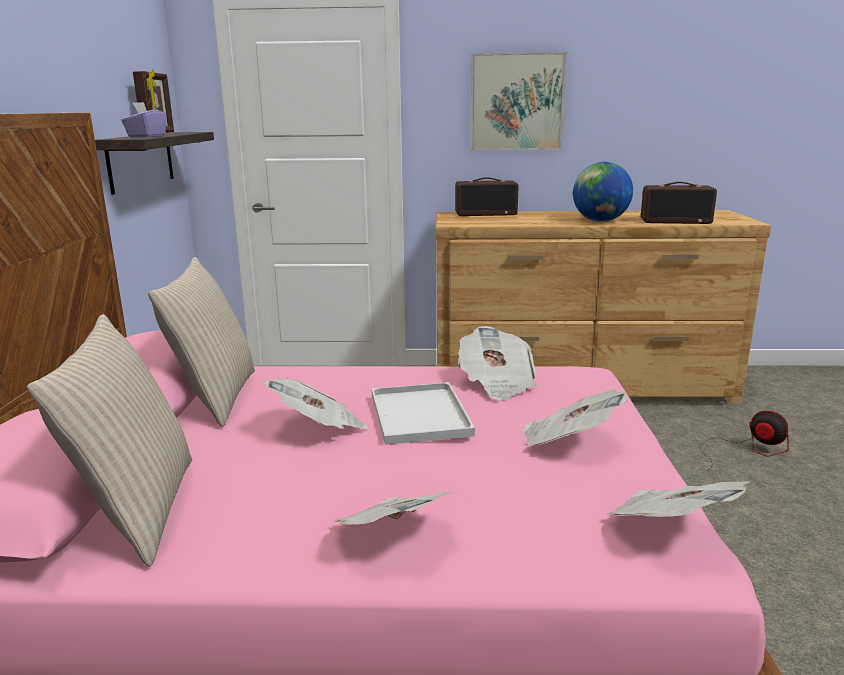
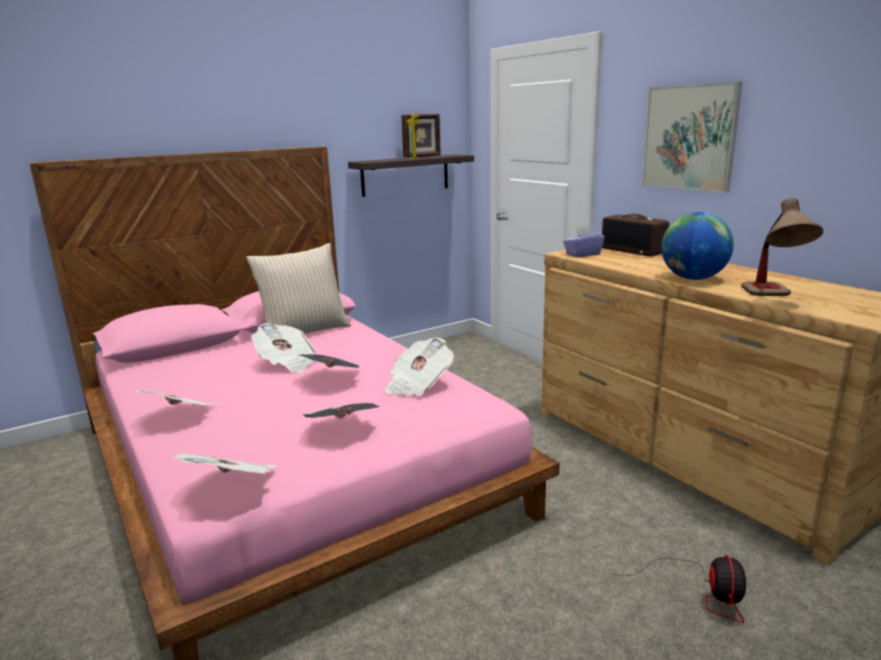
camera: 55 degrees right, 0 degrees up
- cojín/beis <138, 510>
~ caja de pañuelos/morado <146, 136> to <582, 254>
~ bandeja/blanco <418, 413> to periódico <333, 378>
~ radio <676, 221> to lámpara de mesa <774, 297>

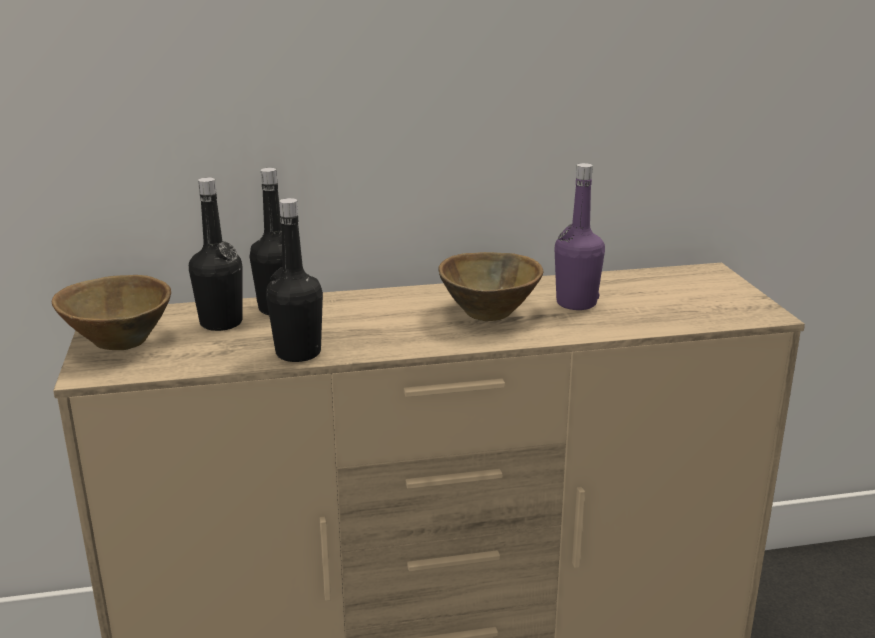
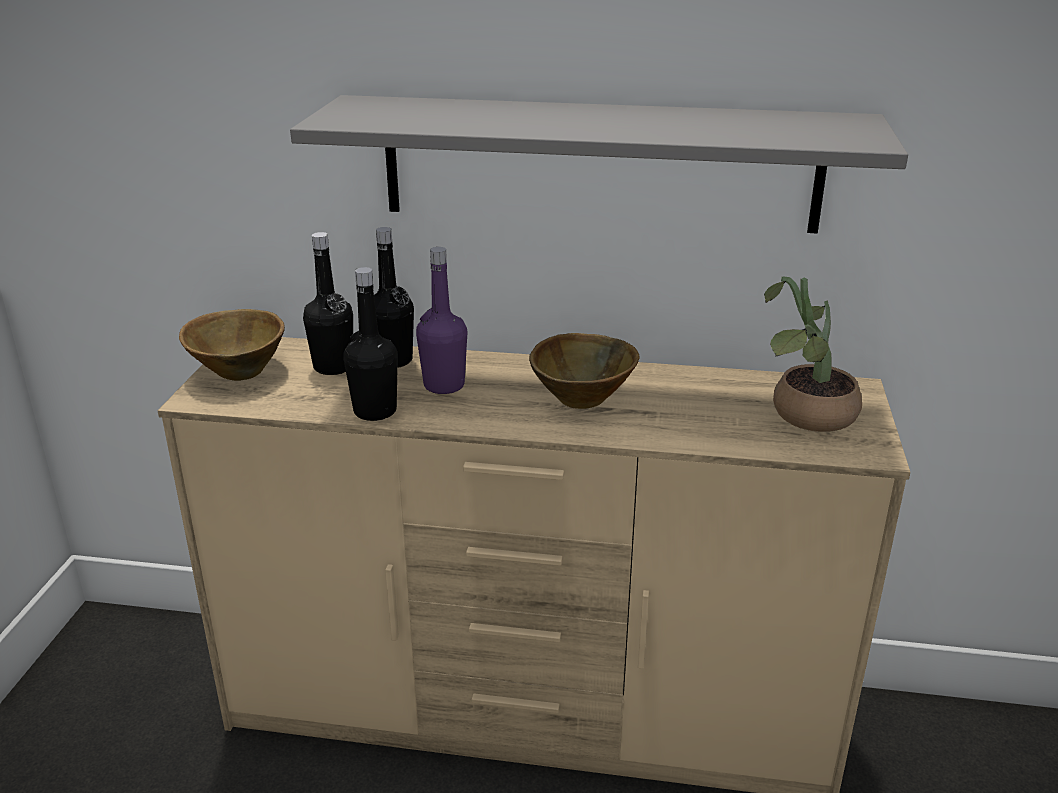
camera: 20 degrees right, 5 degrees up
+ estante/gris <599, 164>
+ planta en maceta <804, 415>
~ botella/morado <576, 303> to <444, 385>

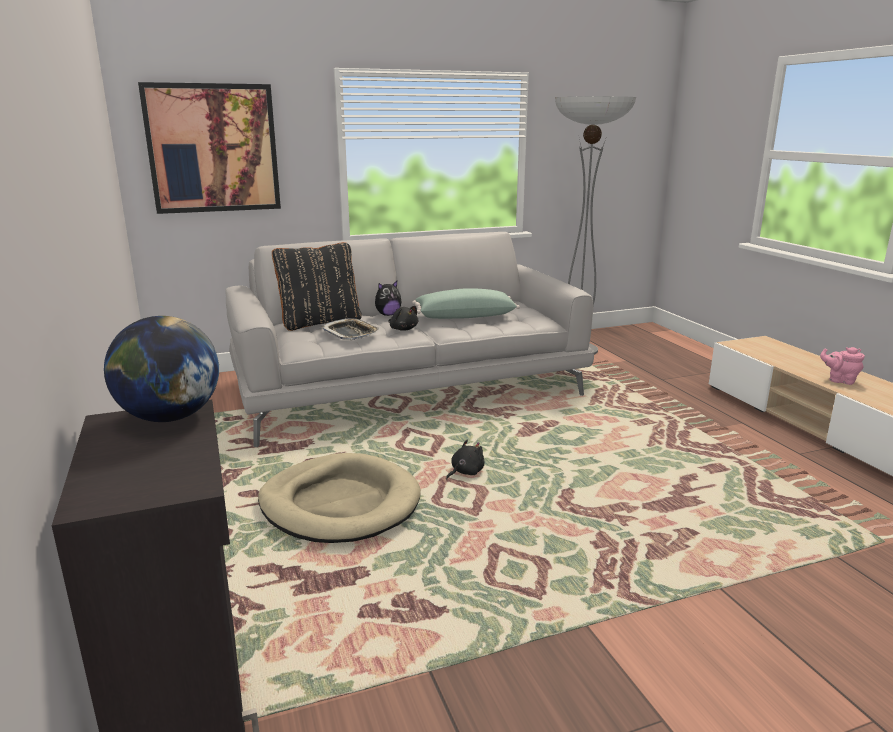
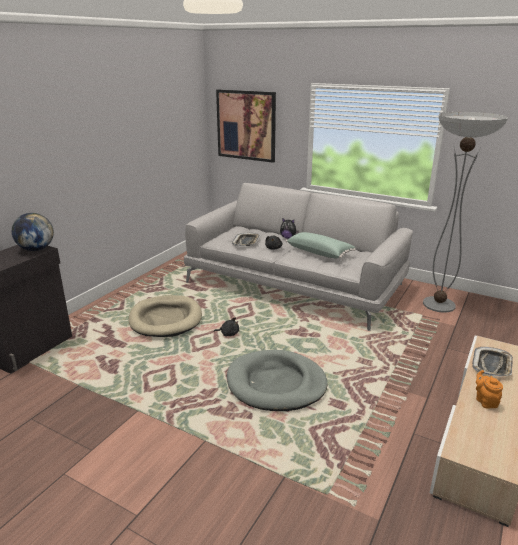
camera: 50 degrees right, 5 degrees up
- cojín/negro <320, 322>
+ cama para perro/gris <276, 384>
+ bandeja <492, 365>
~ tetera/rosa <839, 380> to tetera/naranja <485, 401>

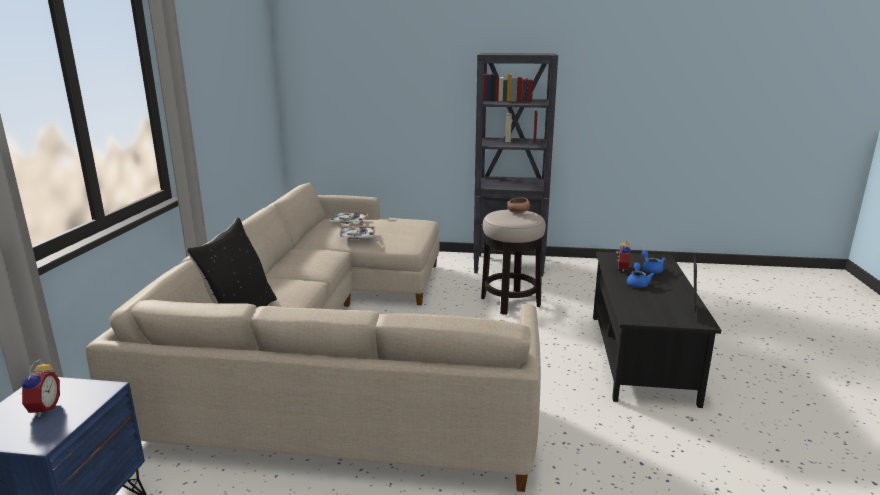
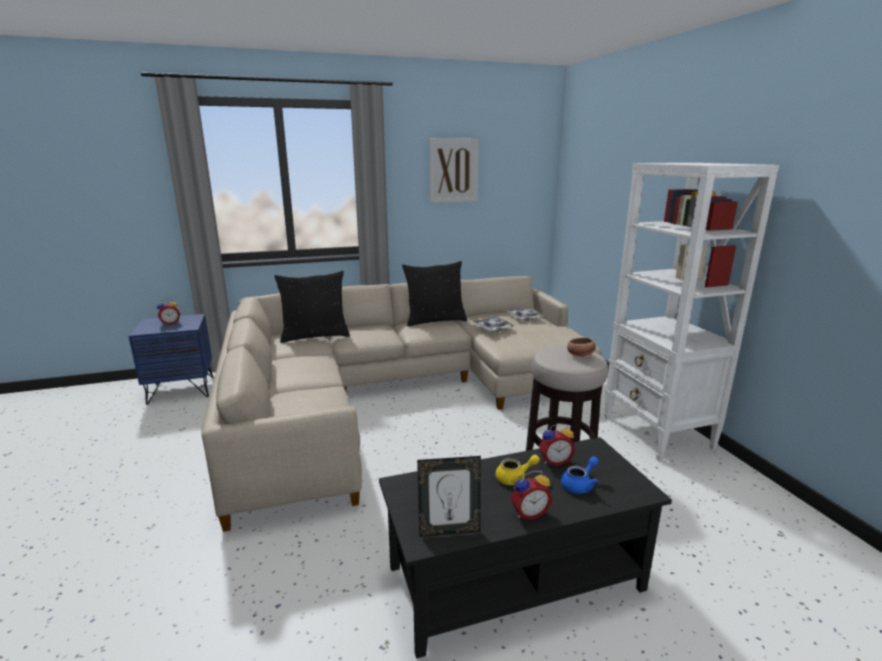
camera: 65 degrees right, 0 degrees up
+ cojín/negro <435, 320>
+ cuadro <453, 170>
+ despertador <528, 512>
~ estantería/negro <510, 265> to estantería/blanco <657, 433>
~ tetera/azul <637, 283> to tetera/amarillo <515, 478>

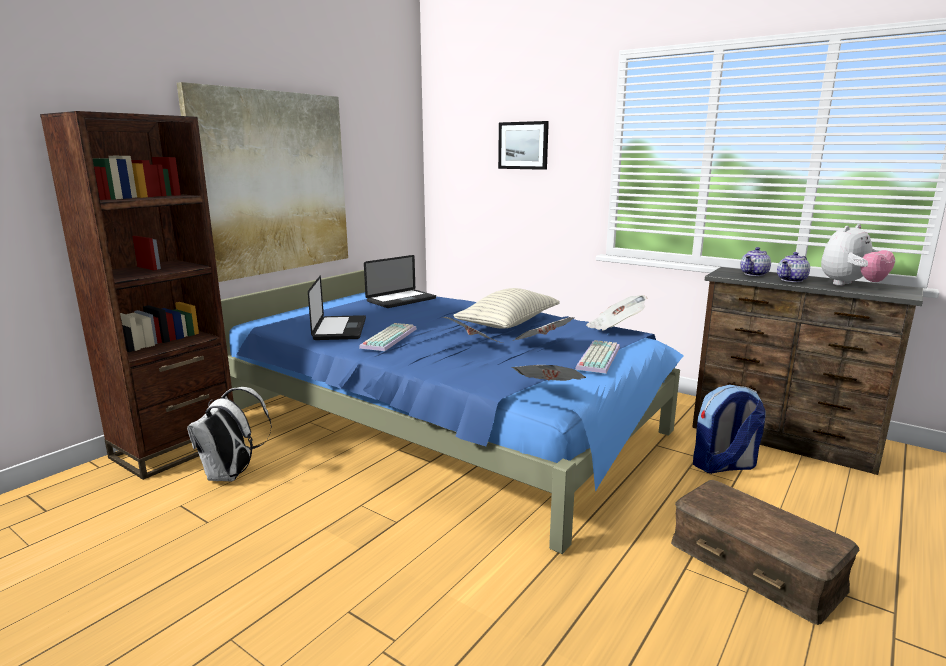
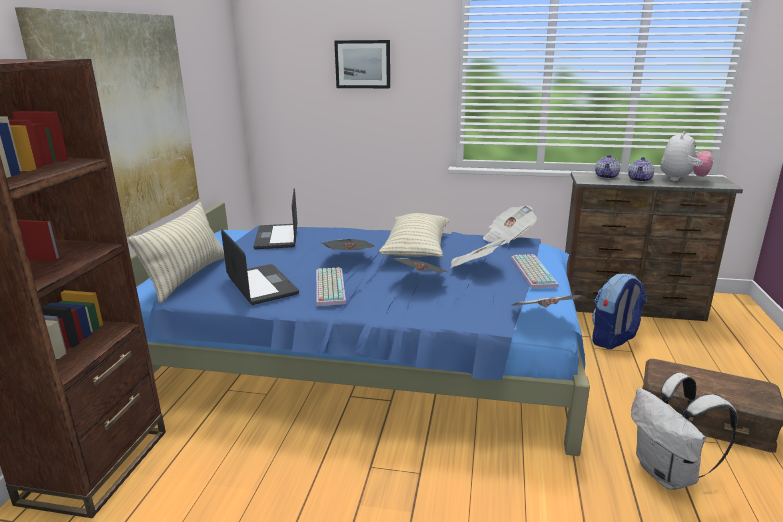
camera: 25 degrees left, 5 degrees up
+ cojín <188, 277>
+ periódico <349, 259>
~ mochila/blanco <232, 475> to <668, 474>
~ portátil <401, 300> = <277, 237> 150 degrees clockwise

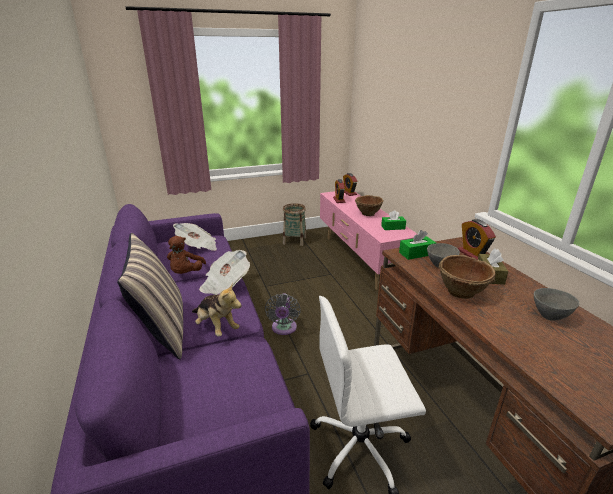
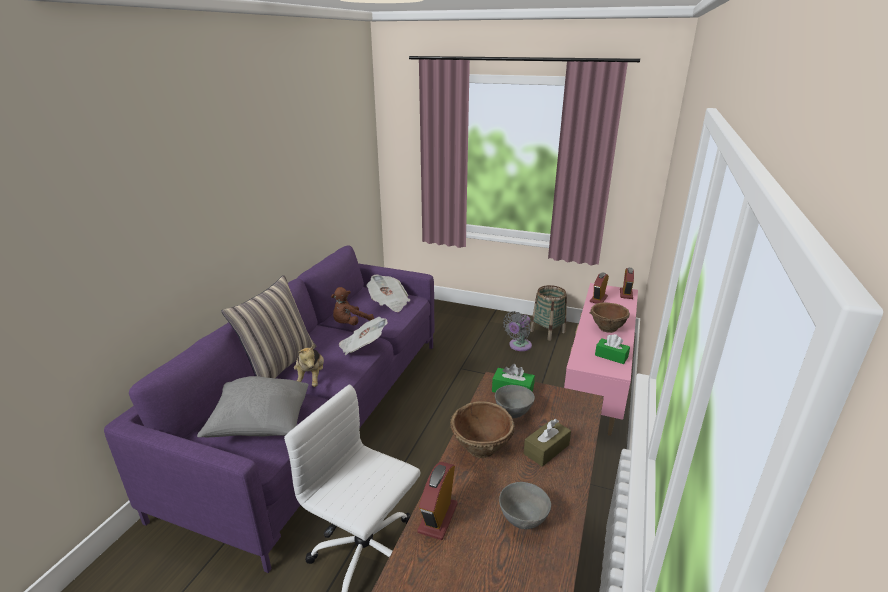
camera: 40 degrees right, 0 degrees up
+ cojín/gris <260, 425>
~ ventilador/gris <284, 329> to <518, 346>
~ despertador <472, 254> to <438, 518>

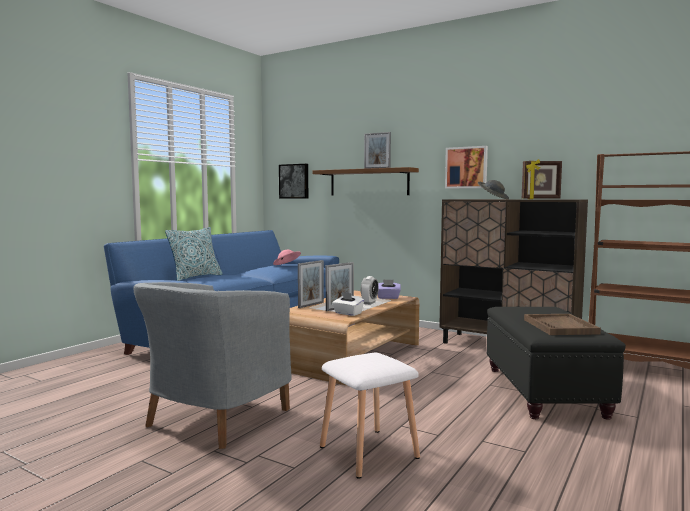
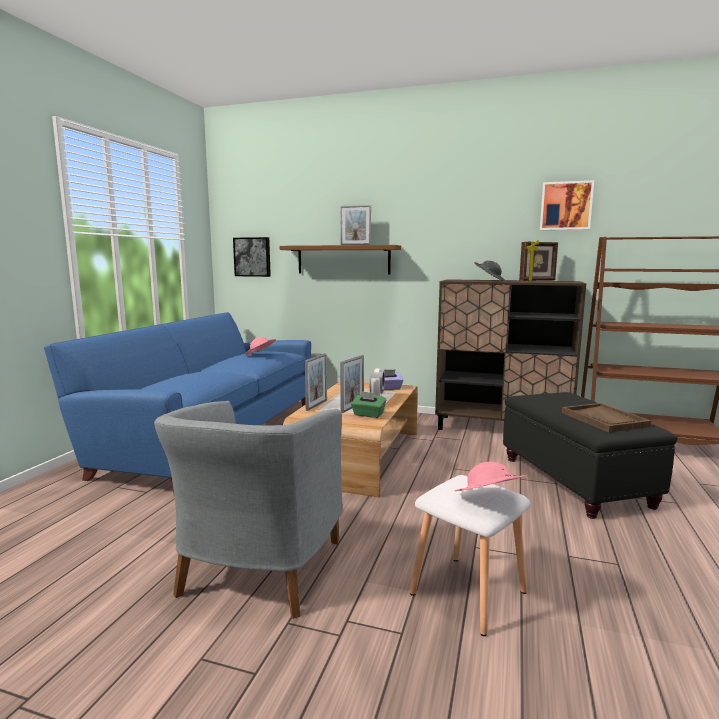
camera: 15 degrees left, 5 degrees up
- cojín <195, 277>
+ sombrero/rosa <489, 500>
~ cuadro <466, 167> to <565, 206>
~ caja de pañuelos/blanco <348, 313> to caja de pañuelos/verde <368, 415>

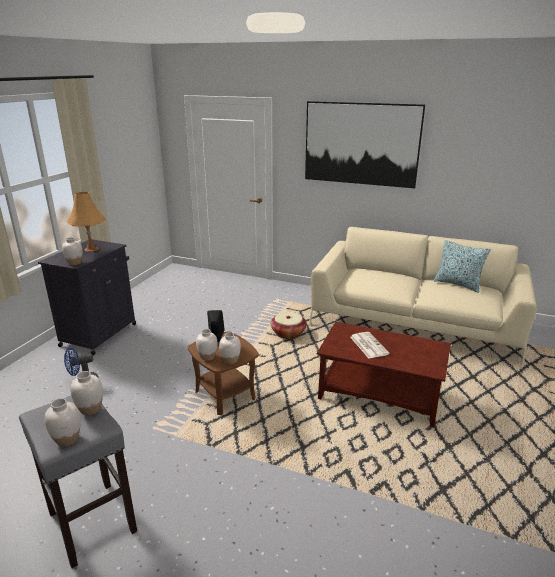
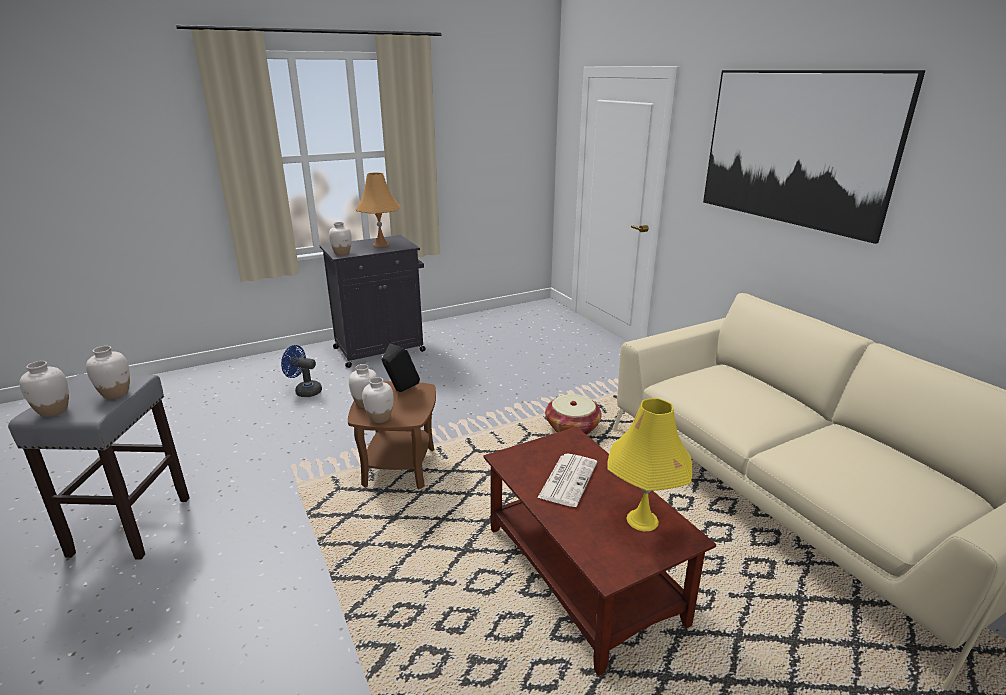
camera: 40 degrees right, 0 degrees up
- cojín <457, 284>
+ lámpara de mesa/amarillo <642, 520>

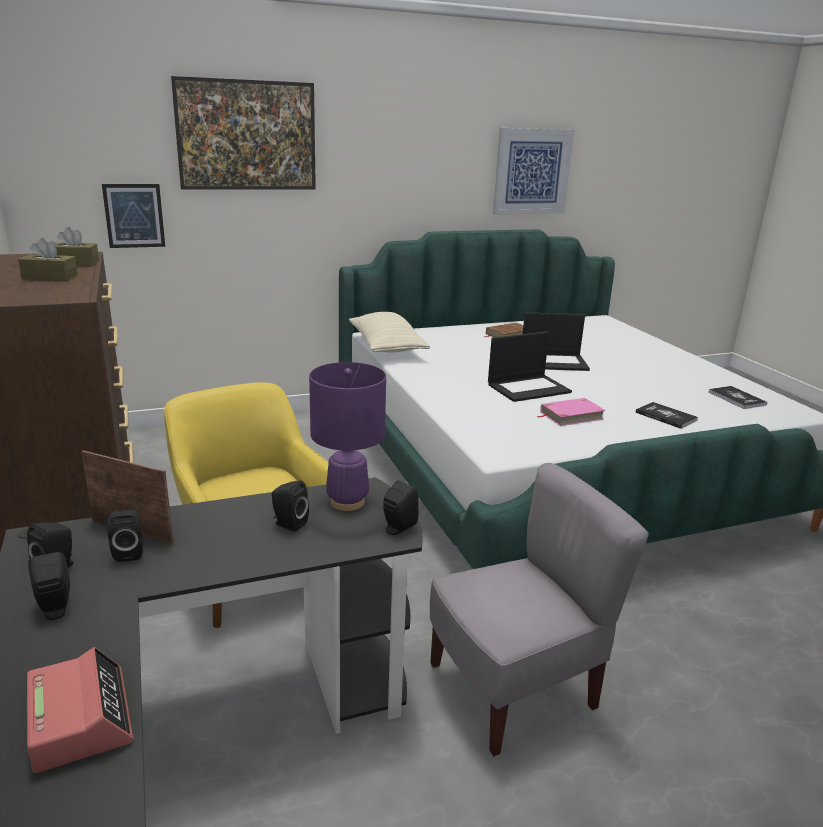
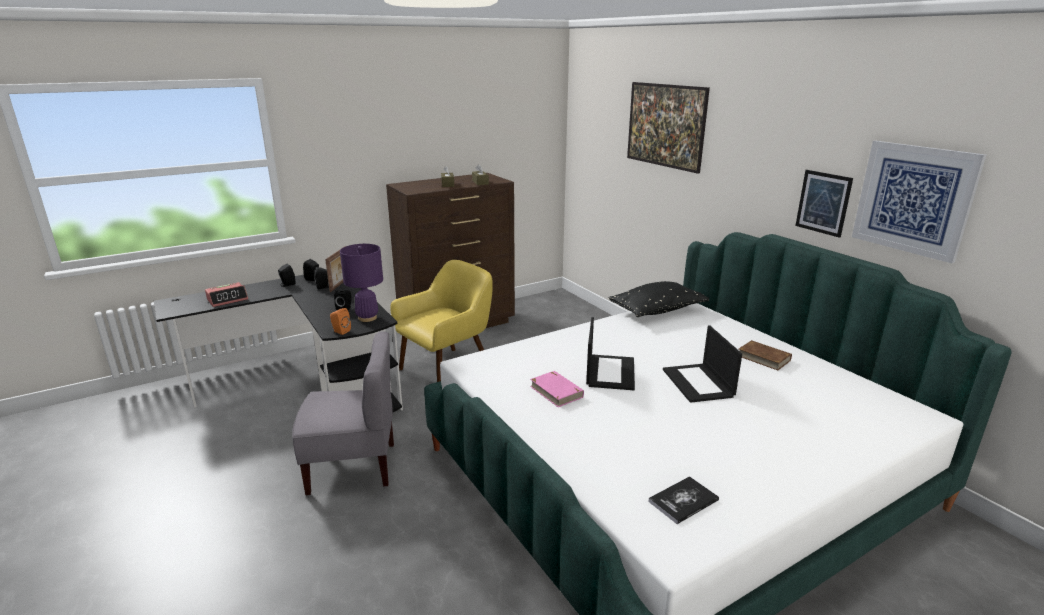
camera: 80 degrees right, 0 degrees up
- libro <666, 416>
~ cuadro <134, 216> to <823, 203>
~ cojín/beis <386, 347> to cojín/negro <657, 311>
~ altavoz/negro <397, 528> to altavoz/naranja <340, 331>
~ silla/gris <514, 689> = <353, 467> 60 degrees counterclockwise
~ portátil <529, 388> = <609, 372> 135 degrees counterclockwise

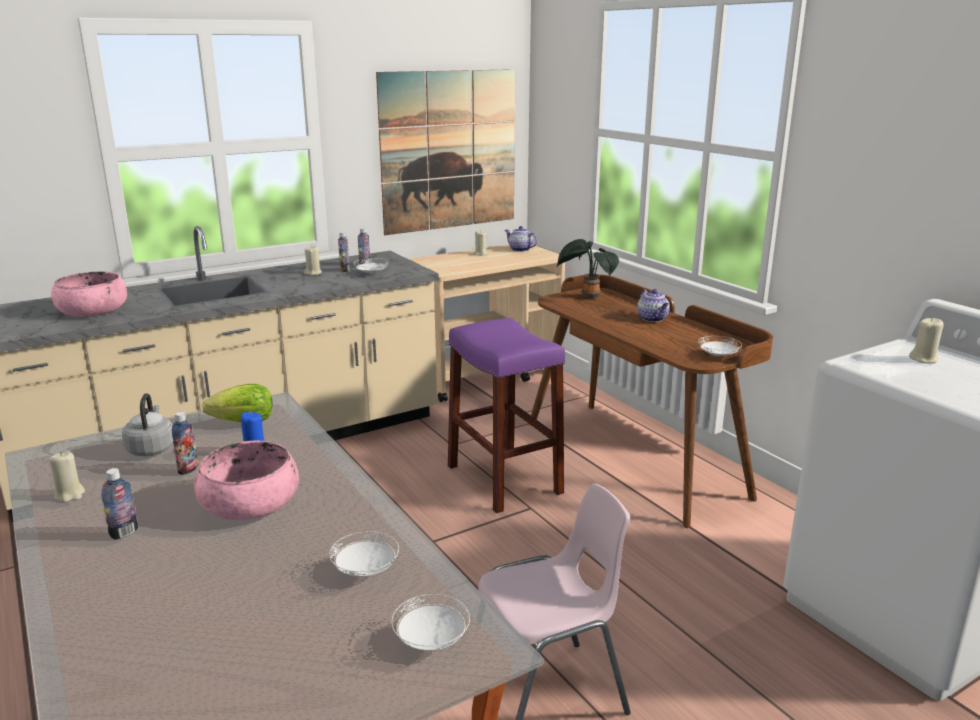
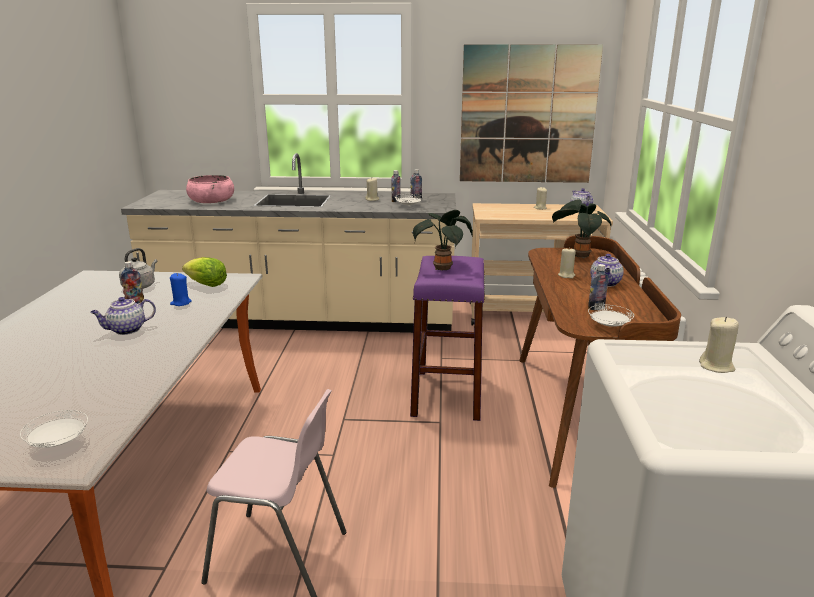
camera: 35 degrees right, 0 degrees up
- plato/blanco <365, 570>
+ planta en maceta <443, 267>
~ vela/beis <70, 495> to <566, 275>
~ botella <124, 533> to <596, 308>
~ cuenco/rosa <249, 503> to tetera <126, 330>

